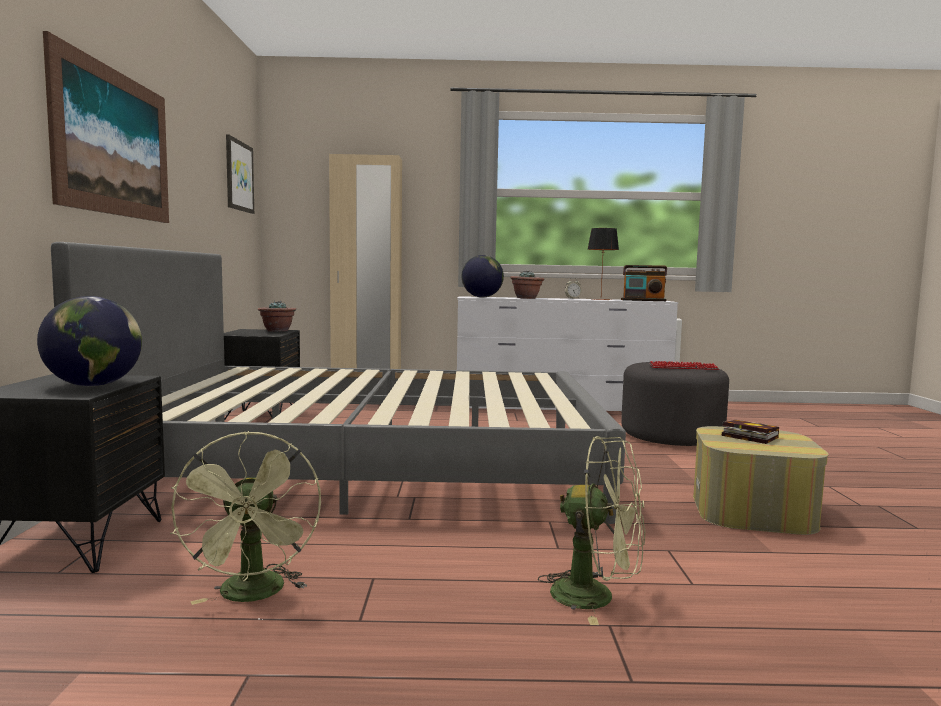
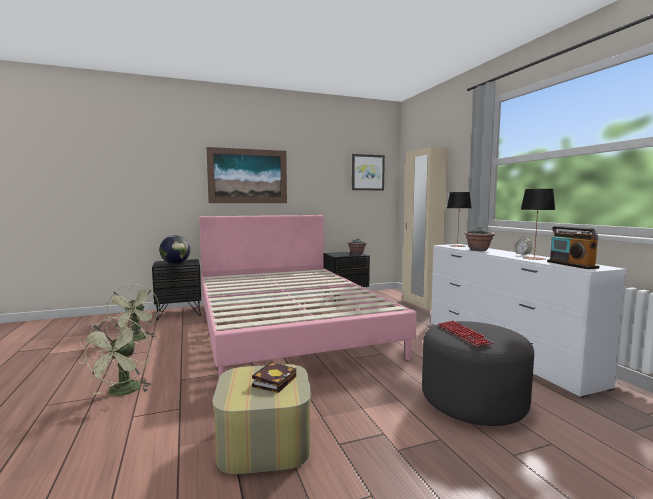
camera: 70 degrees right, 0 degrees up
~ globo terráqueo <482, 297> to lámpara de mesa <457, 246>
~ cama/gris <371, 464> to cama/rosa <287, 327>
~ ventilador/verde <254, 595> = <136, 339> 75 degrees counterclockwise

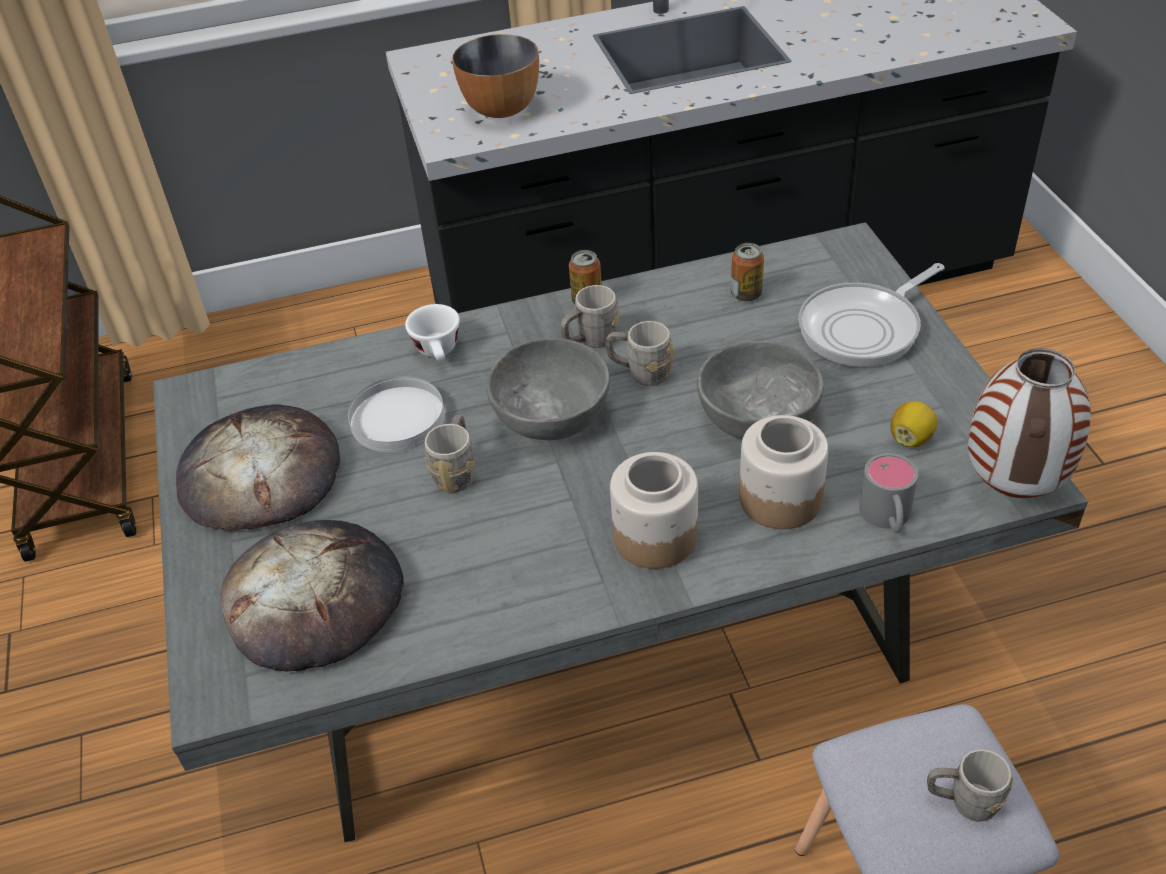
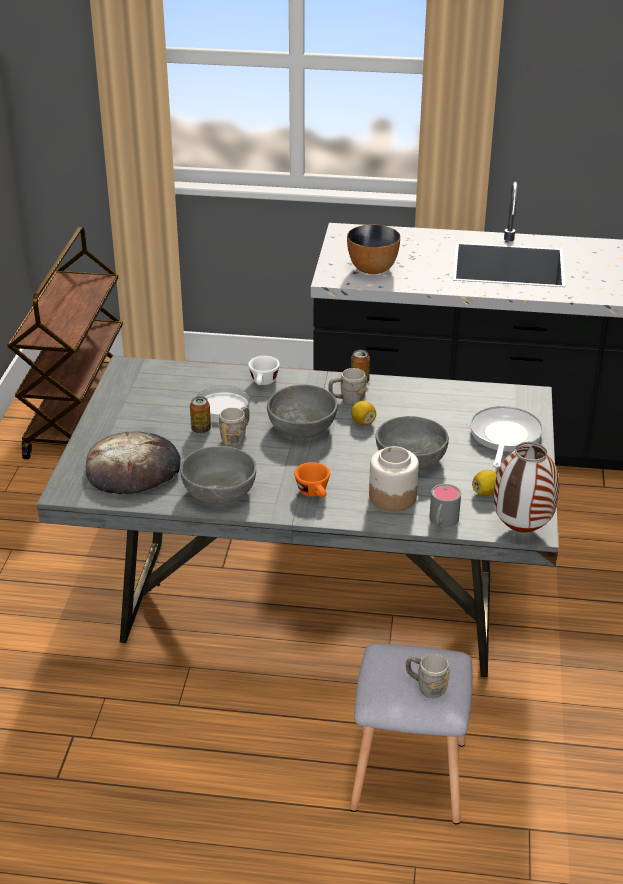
camera: 20 degrees right, 10 degrees down
- pan <260, 474>
+ cuenco/gris <219, 491>
~ lata <746, 294> to <201, 429>
~ taza grande/gris <640, 372> to limón <363, 422>
~ tarro <654, 537> to taza/naranja <315, 493>
~ sartén <864, 328> = <504, 437> 120 degrees clockwise

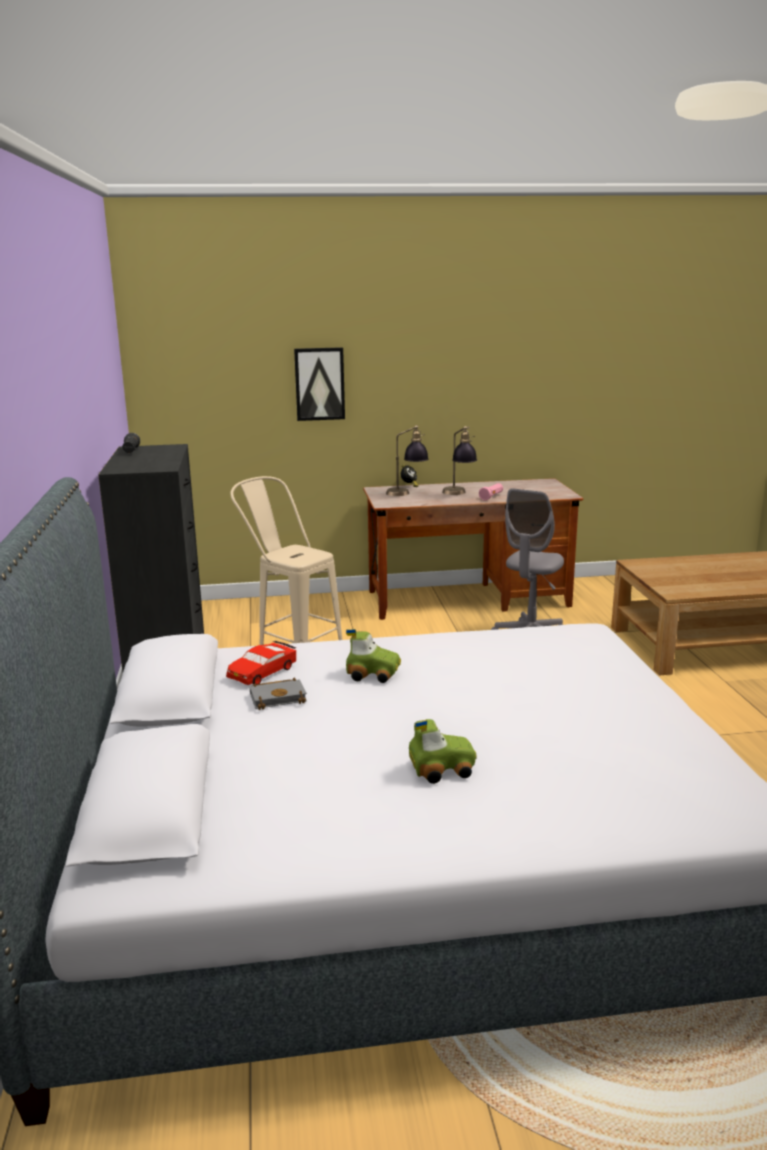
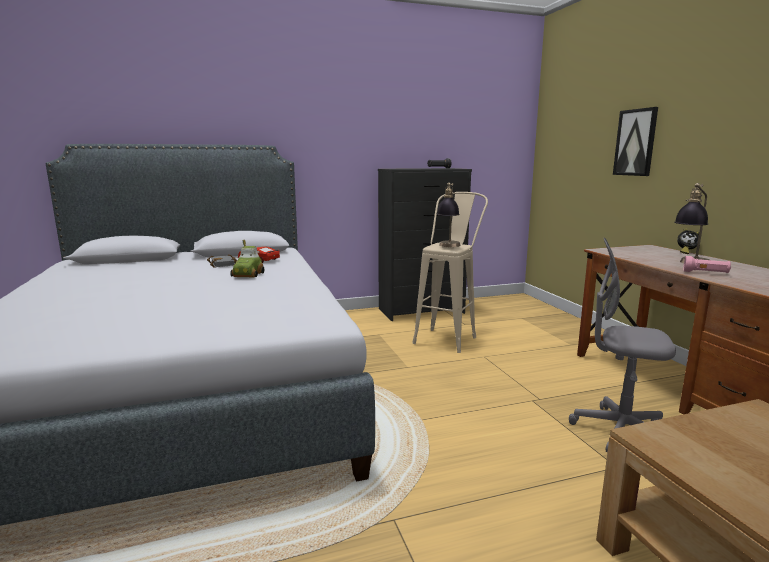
camera: 80 degrees right, 5 degrees down
- coche de juguete <441, 768>
~ lámpara de mesa <407, 494> to <448, 246>

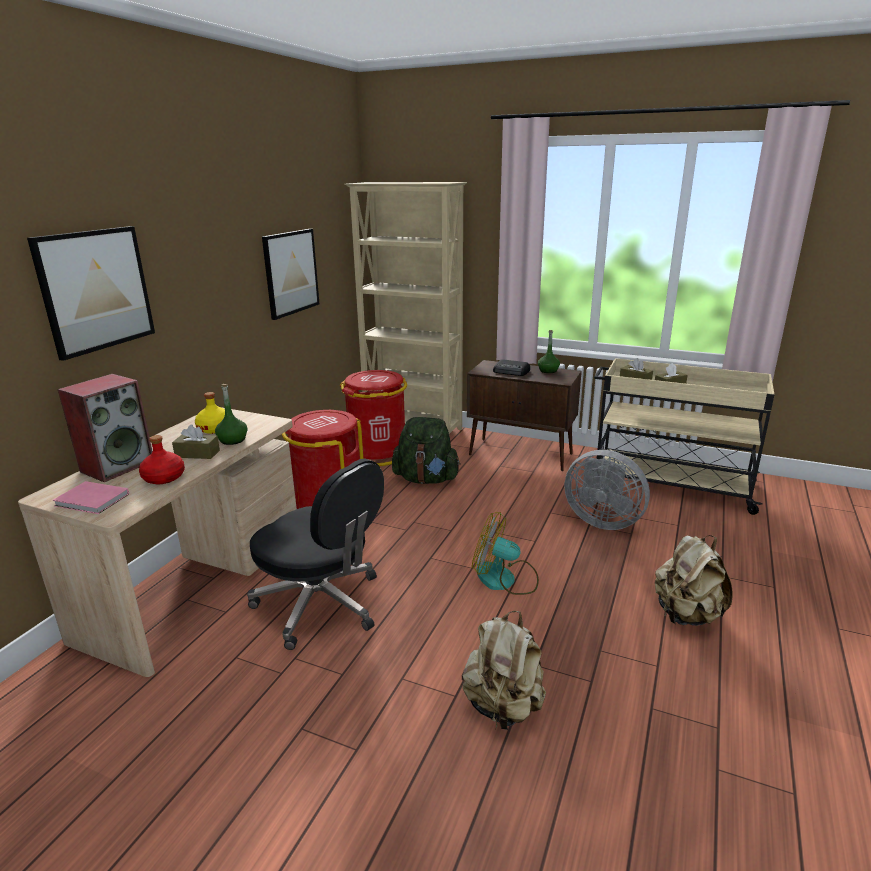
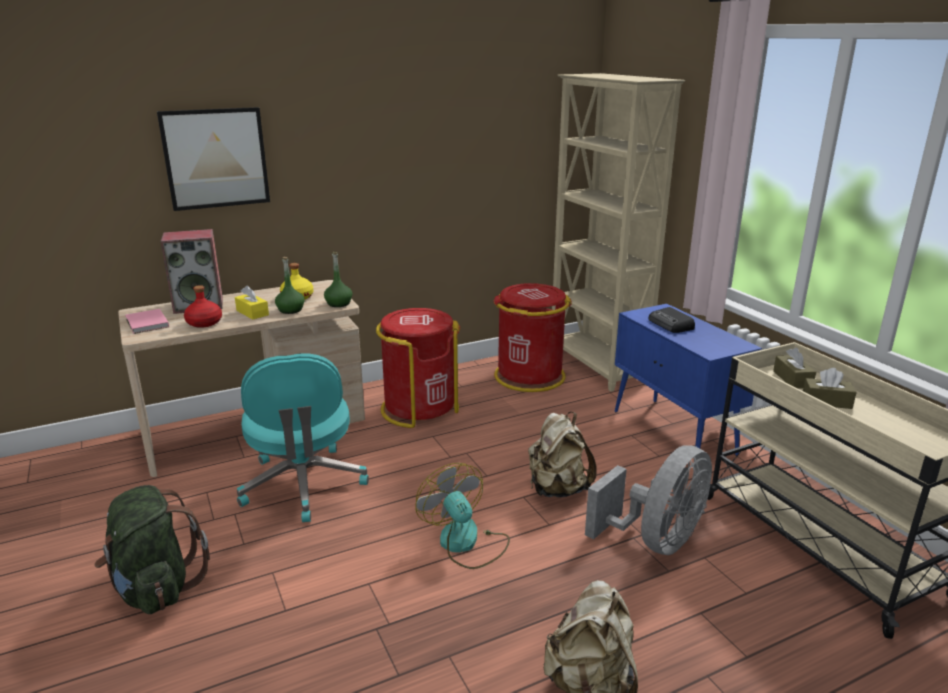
camera: 40 degrees right, 0 degrees up
- cuadro <291, 272>
~ mochila/verde <426, 479> to <156, 588>
~ mochila/beis <503, 706> to <557, 489>
~ botella/verde <548, 371> to <338, 303>
~ caja de pañuelos/marrón <197, 454> to caja de pañuelos/amarillo <252, 313>
~ silla de oficina/negro <321, 605> to silla de oficina/turquesa <303, 485>
~ armario/marrón <521, 454> to armario/azul <674, 433>
~ ventilador/gris <602, 520> = <656, 541> 120 degrees counterclockwise

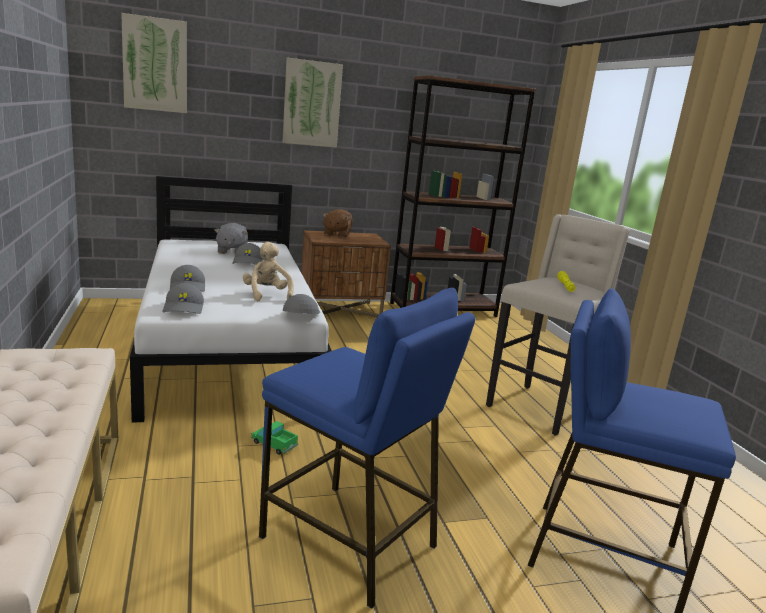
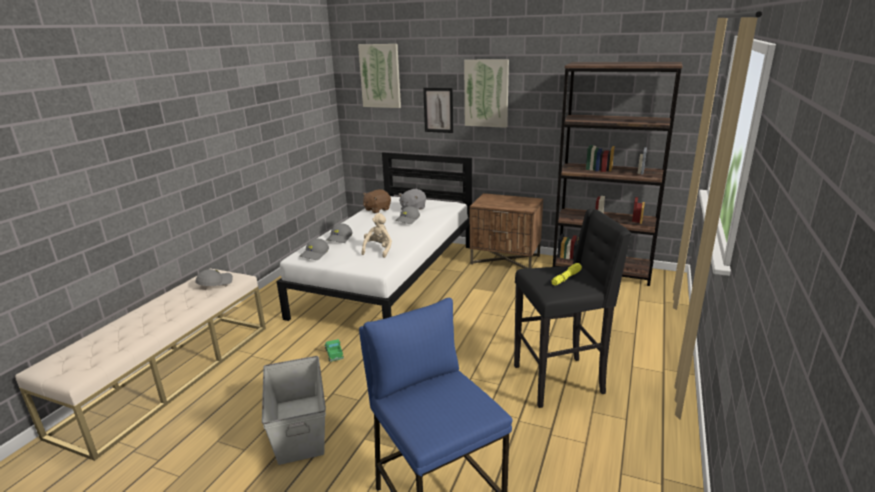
camera: 40 degrees right, 5 degrees up
+ cuadro <438, 110>
~ gorra/gris <300, 314> to <215, 283>
~ peluche/marrón <336, 234> to <377, 209>
~ taburete/azul <349, 541> to caja de almacenaje/gris <298, 427>
~ taburete/beis <538, 408> to taburete/negro <560, 380>

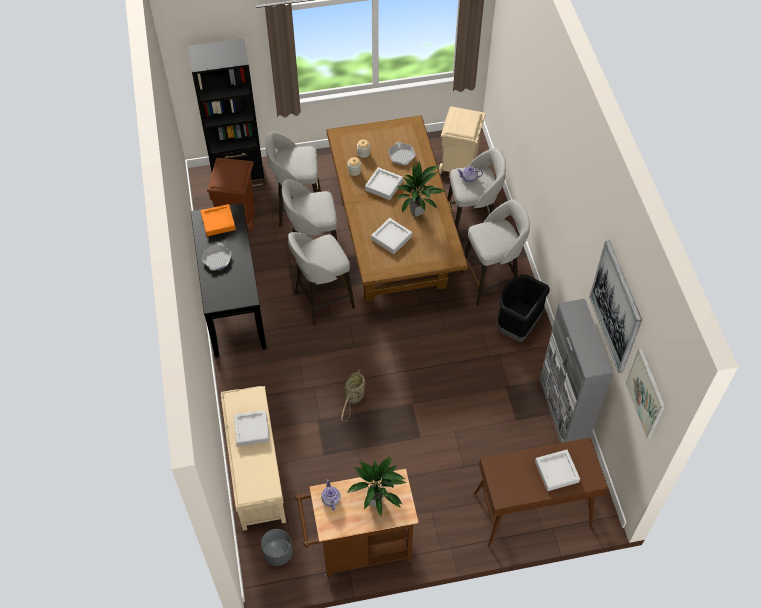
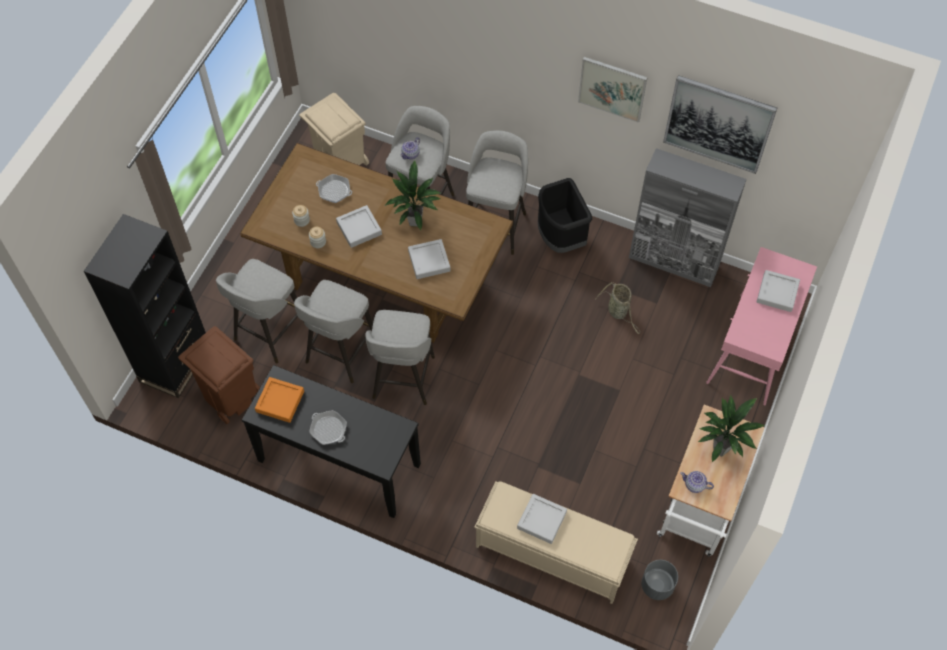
camera: 55 degrees left, 5 degrees up
~ cesta <354, 398> to <618, 312>
~ cuadro <646, 393> to <612, 88>
~ carrito/marrón <358, 547> to carrito/blanco <697, 512>
~ mesa consola/marrón <531, 510> to mesa consola/rosa <752, 349>

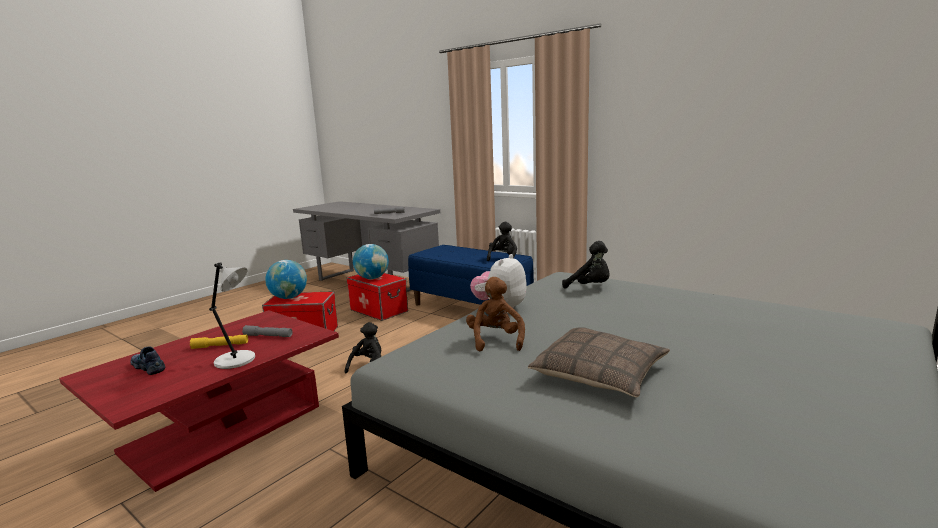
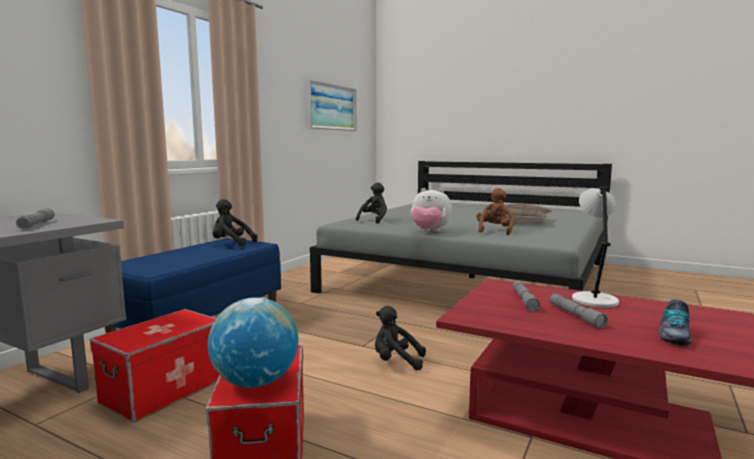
camera: 100 degrees left, 5 degrees down
- globo terráqueo <372, 278>
+ cuadro <332, 107>
~ linterna/amarillo <220, 346> to linterna/gris <575, 316>
~ peluche/marrón <495, 340> = <494, 231> 120 degrees clockwise

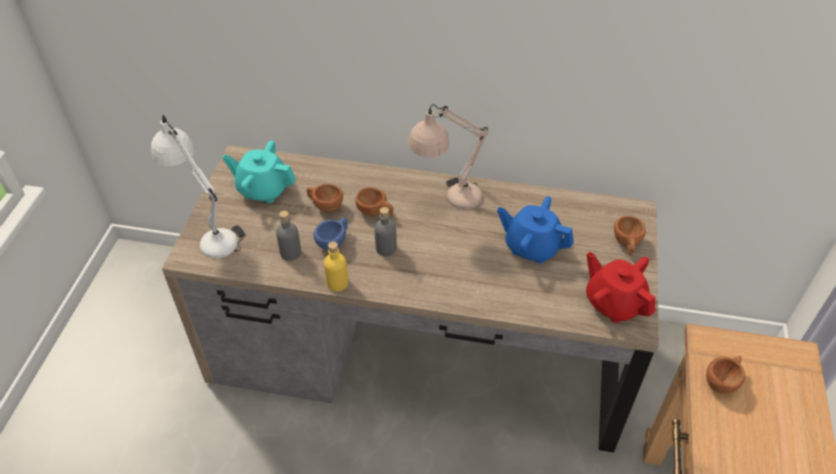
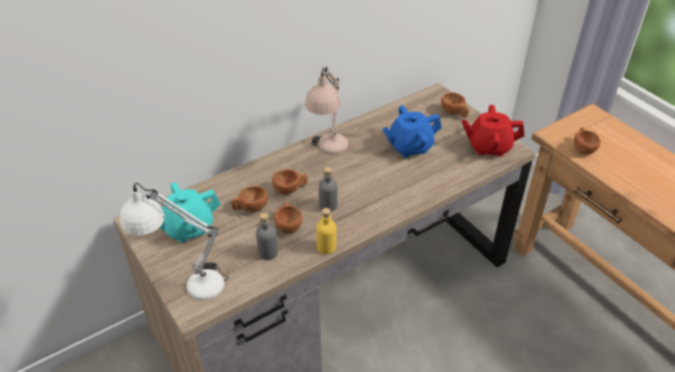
camera: 45 degrees left, 5 degrees down
~ taza/azul <334, 241> to taza/marrón <288, 225>

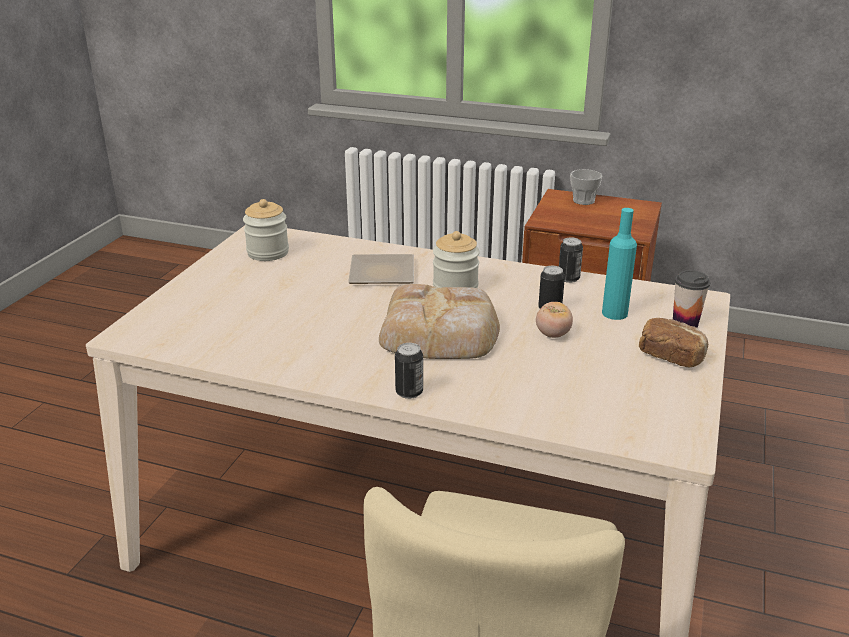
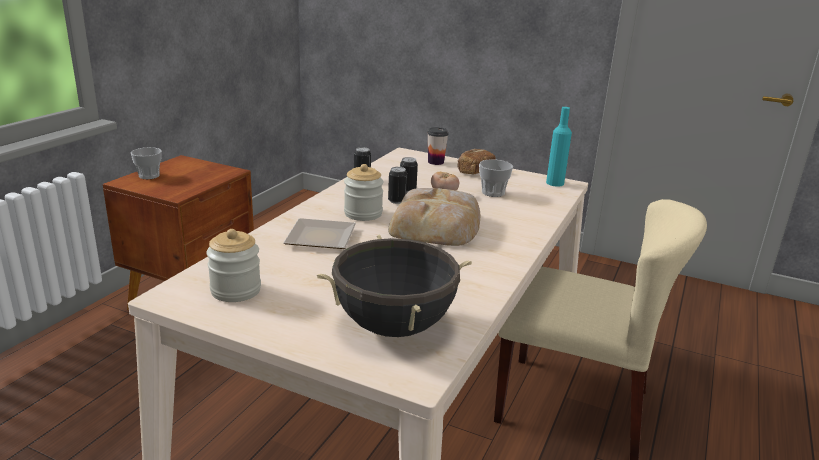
camera: 85 degrees left, 5 degrees down
+ olla/negro <393, 327>
+ taza <493, 192>
~ lata <409, 392> to <397, 201>
~ botella/turquesa <614, 313> to <555, 183>

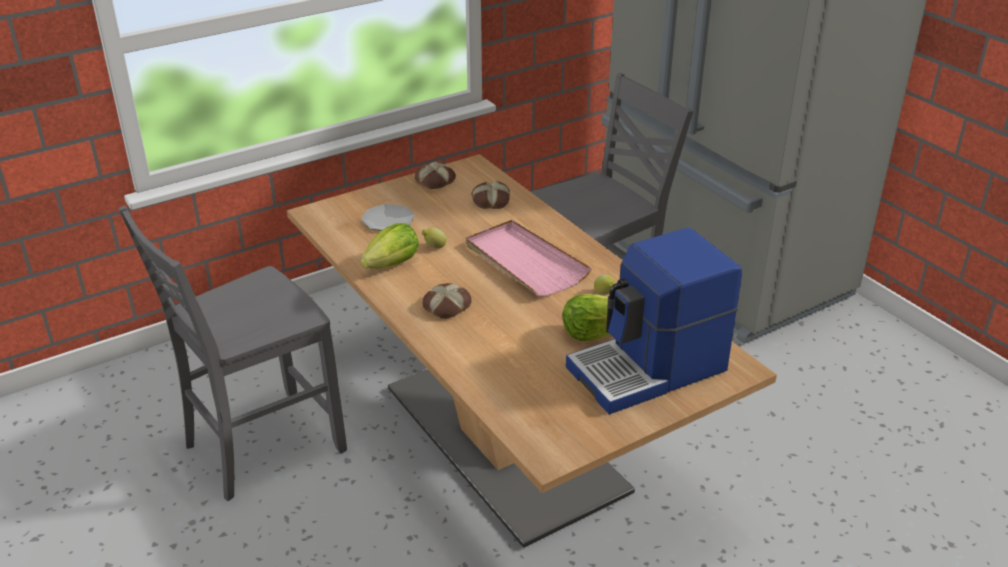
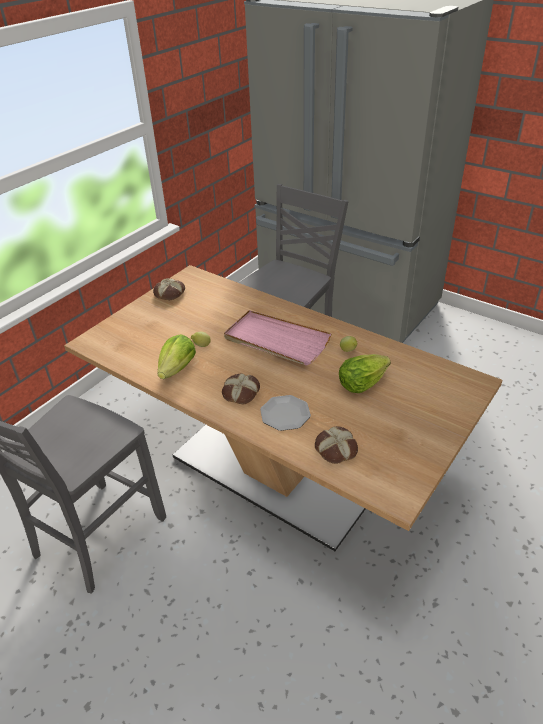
camera: 20 degrees left, 5 degrees up
- cafetera <649, 370>
~ plato <388, 220> to <285, 414>
~ pan <490, 200> to <335, 449>

